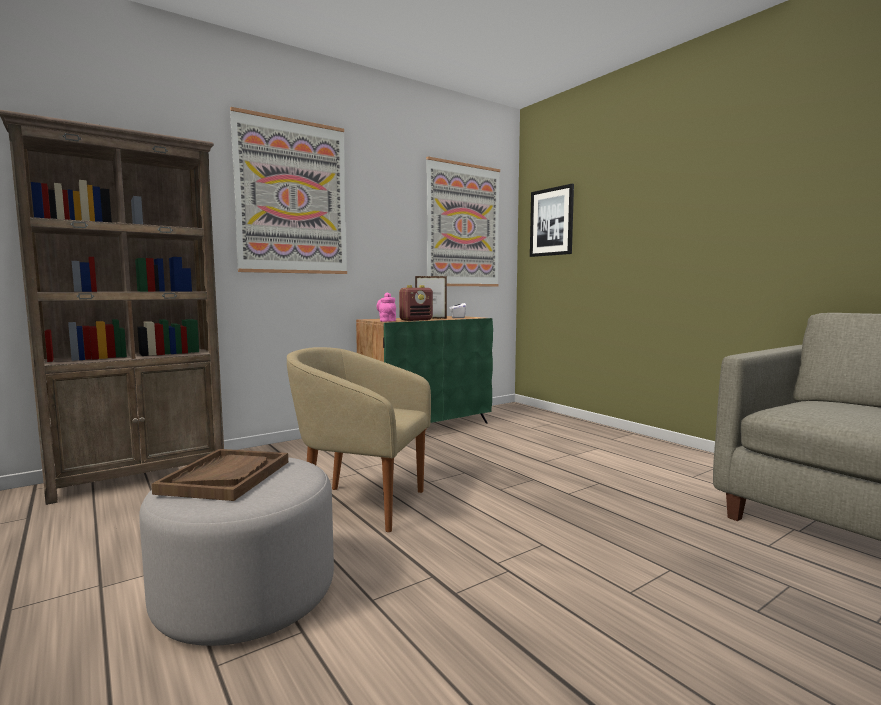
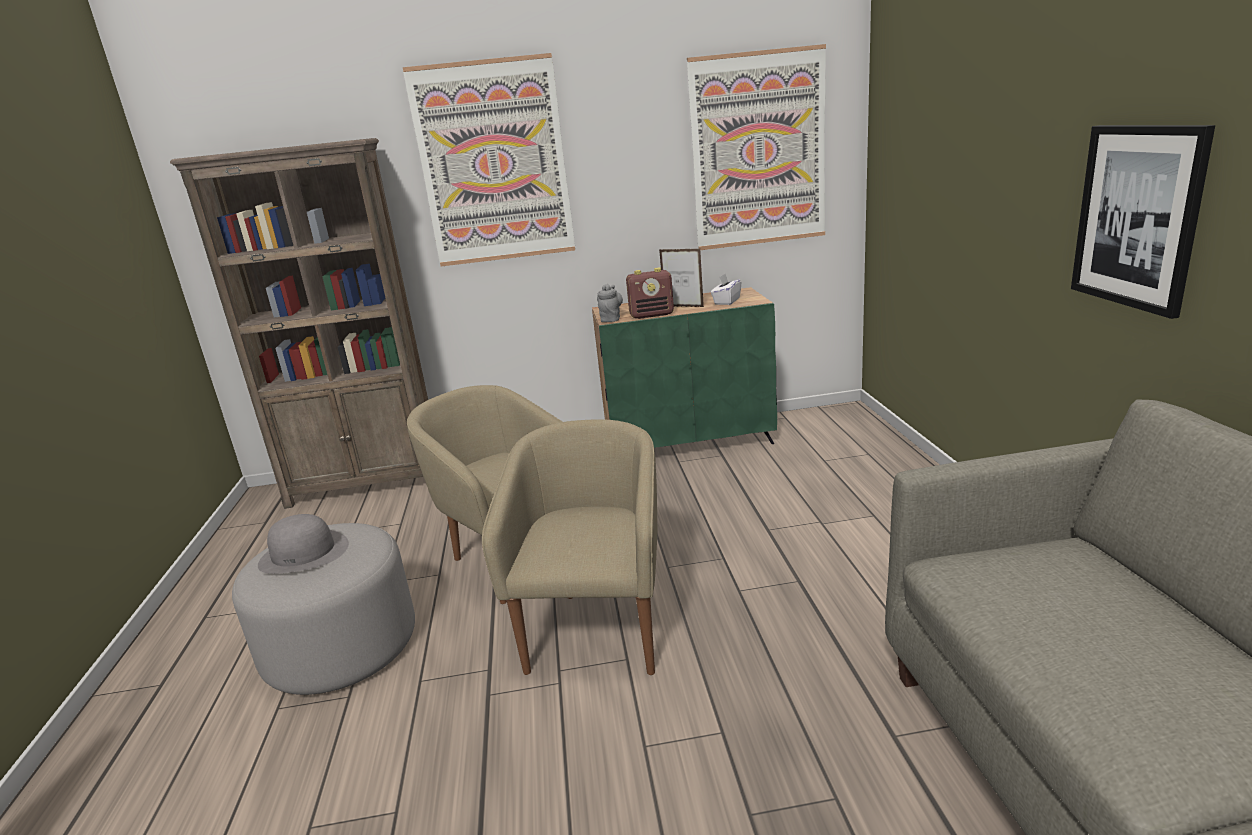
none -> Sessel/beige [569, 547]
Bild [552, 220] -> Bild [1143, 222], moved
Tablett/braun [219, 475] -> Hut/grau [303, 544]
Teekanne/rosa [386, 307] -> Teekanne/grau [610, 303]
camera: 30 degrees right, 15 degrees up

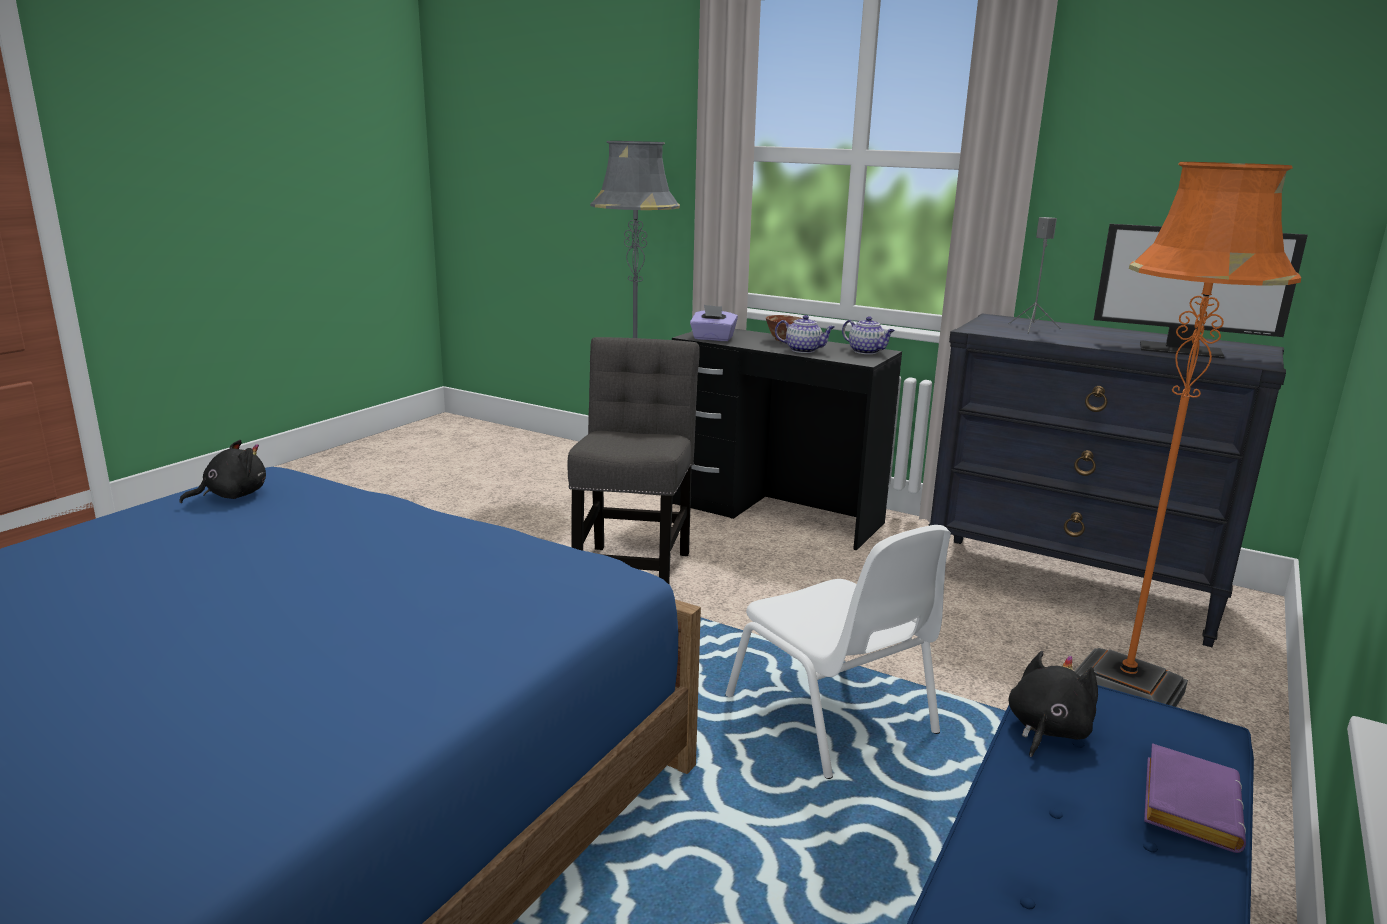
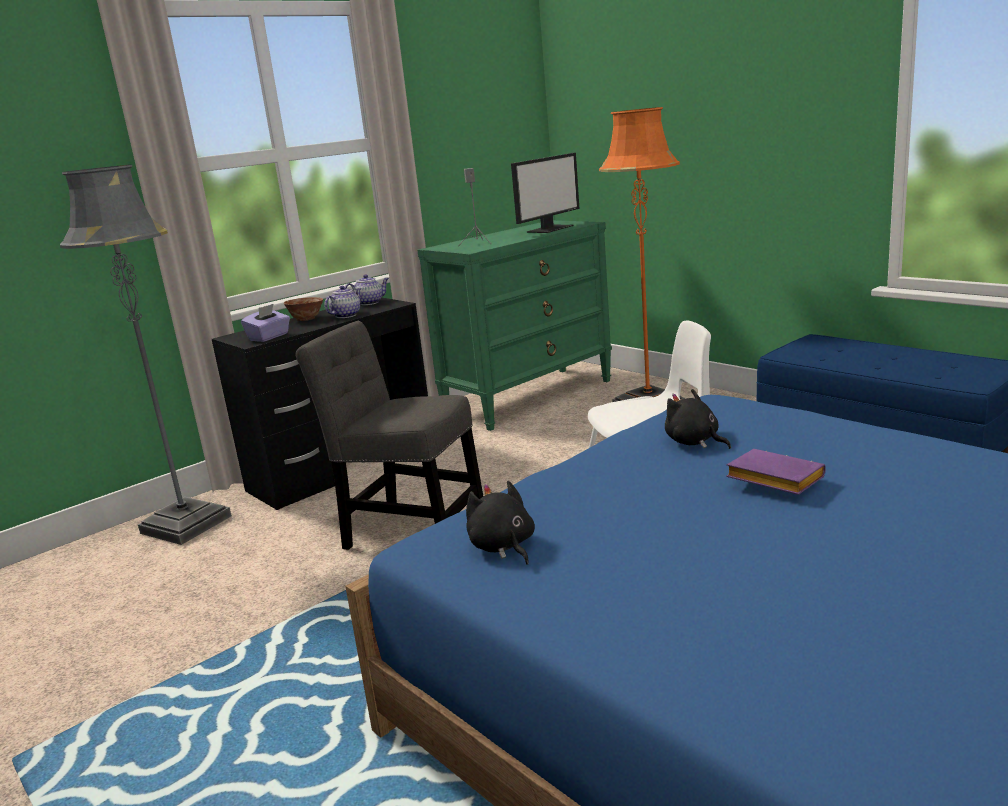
Plüschtier/schwarz [1053, 704] -> Plüschtier/schwarz [698, 419], moved
Buch/lila [1195, 798] -> Buch/lila [776, 472], moved
Kommode/schwarz [1107, 480] -> Kommode/grün [514, 325]
camera: 70 degrees left, 0 degrees up

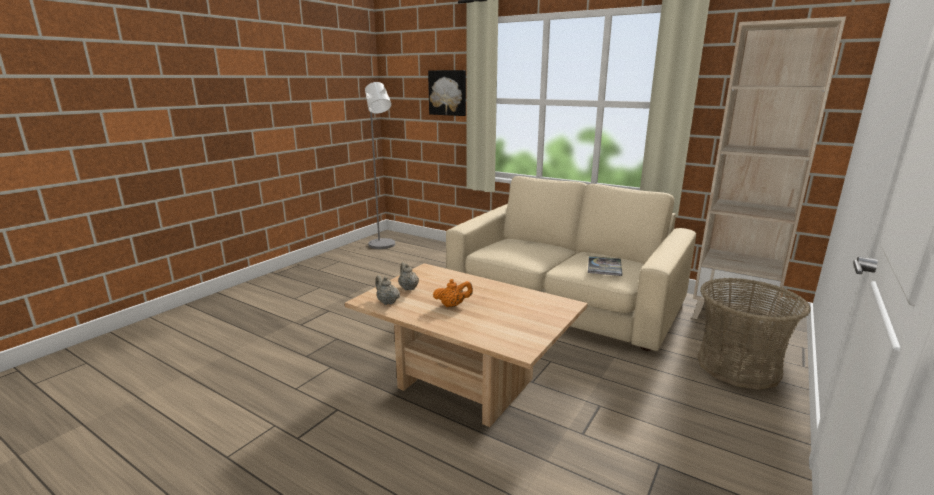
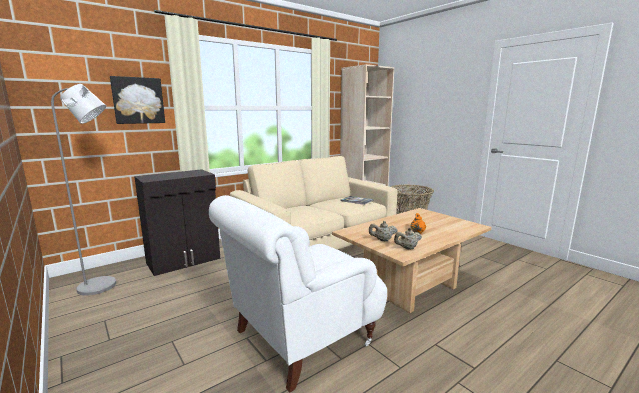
none -> Schrank/schwarz [177, 222]
none -> Sessel/weiß [298, 294]
camera: 70 degrees left, 5 degrees down

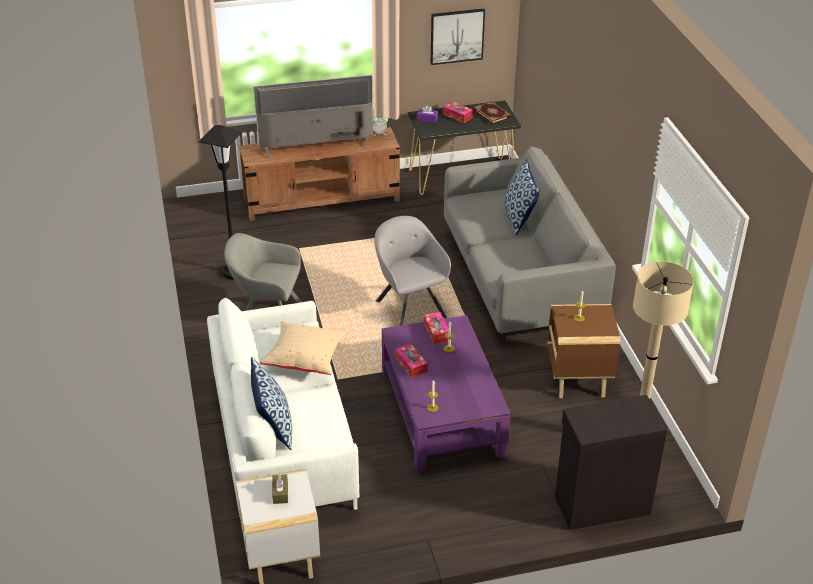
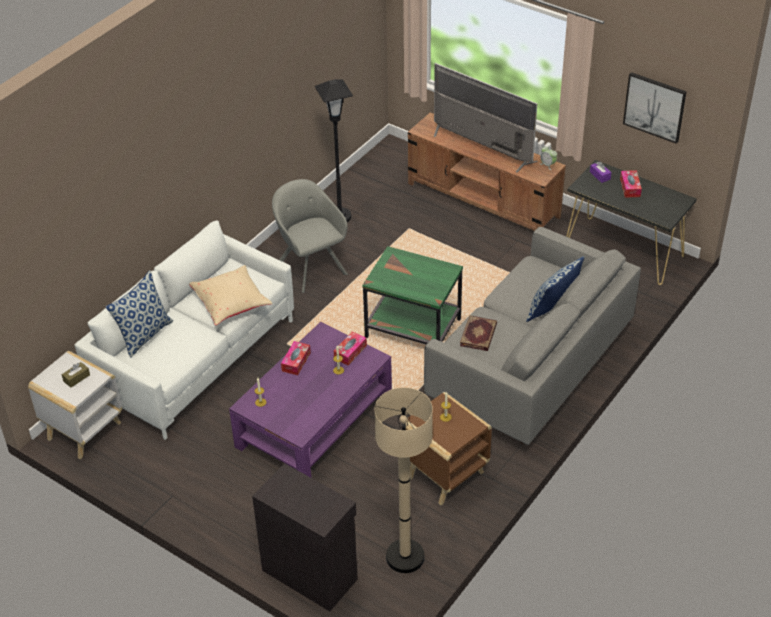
Buch [492, 113] -> Buch [478, 333], moved
Sessel/grau [413, 271] -> Beistelltisch/grün [412, 295]
camera: 50 degrees right, 5 degrees up

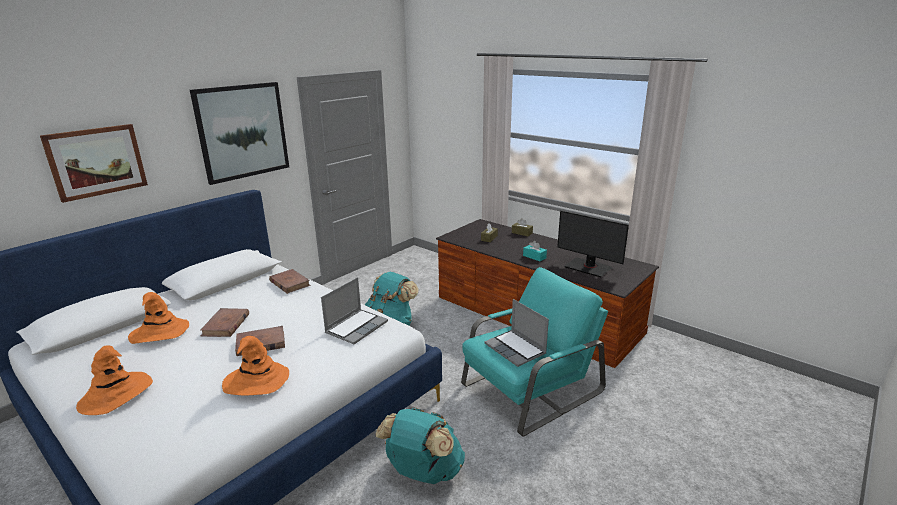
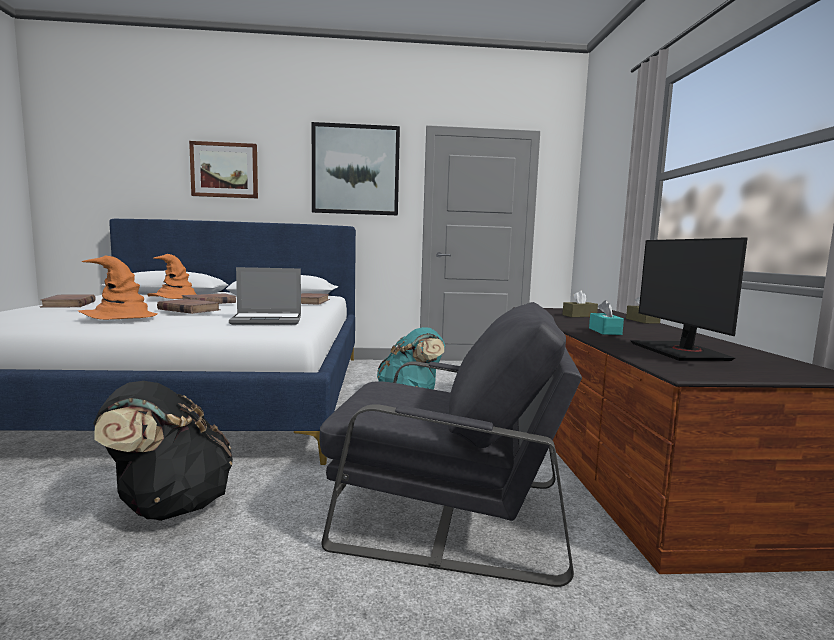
Laptop [517, 333] -> none
Hut/orange [114, 380] -> Buch/braun [68, 301]
Rucksack/türkis [420, 446] -> Rucksack/schwarz [163, 451]
Sessel/türkis [534, 352] -> Sessel/grau [450, 444]
camera: 45 degrees right, 15 degrees down

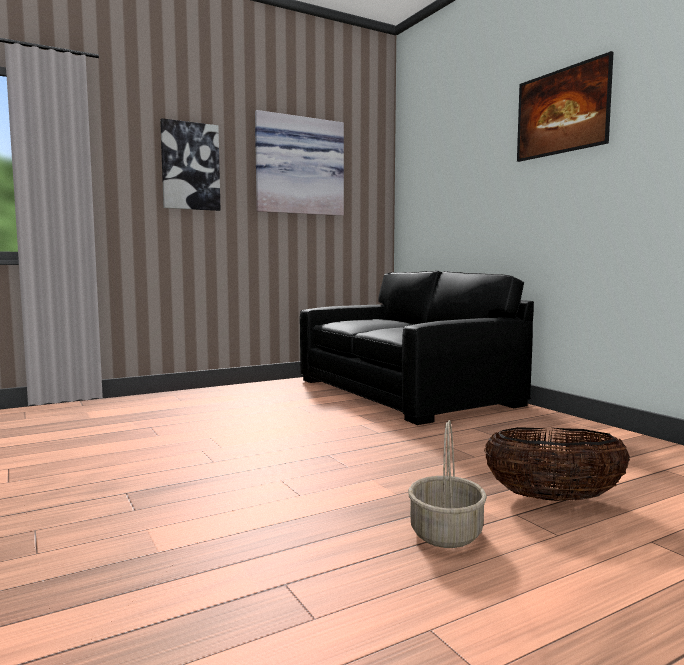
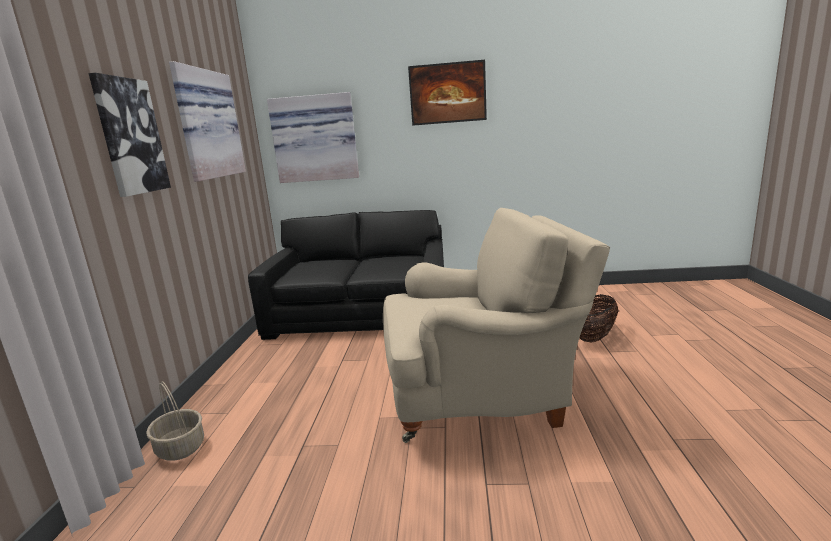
none -> Bild [313, 137]
none -> Sessel/beige [496, 325]
Korb [447, 484] -> Korb [175, 421], moved
camera: 55 degrees left, 10 degrees up

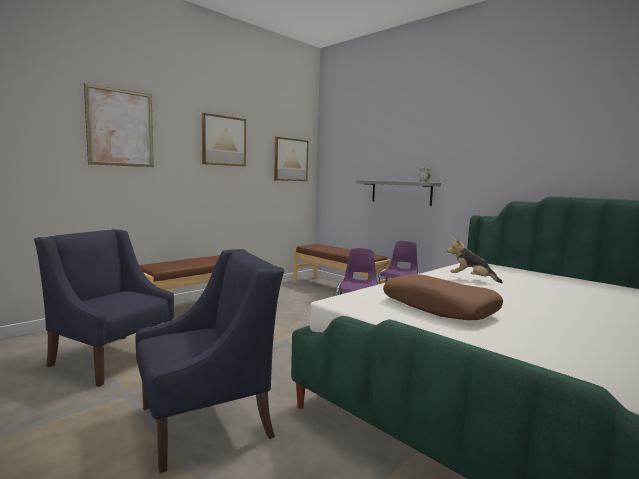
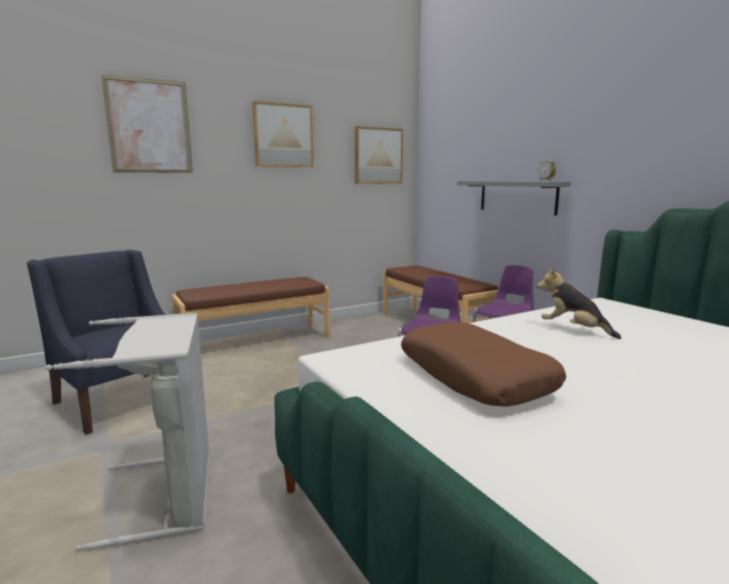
Sessel/blau [209, 361] -> Wäschekorb/grau [127, 432]
camera: 15 degrees right, 5 degrees up

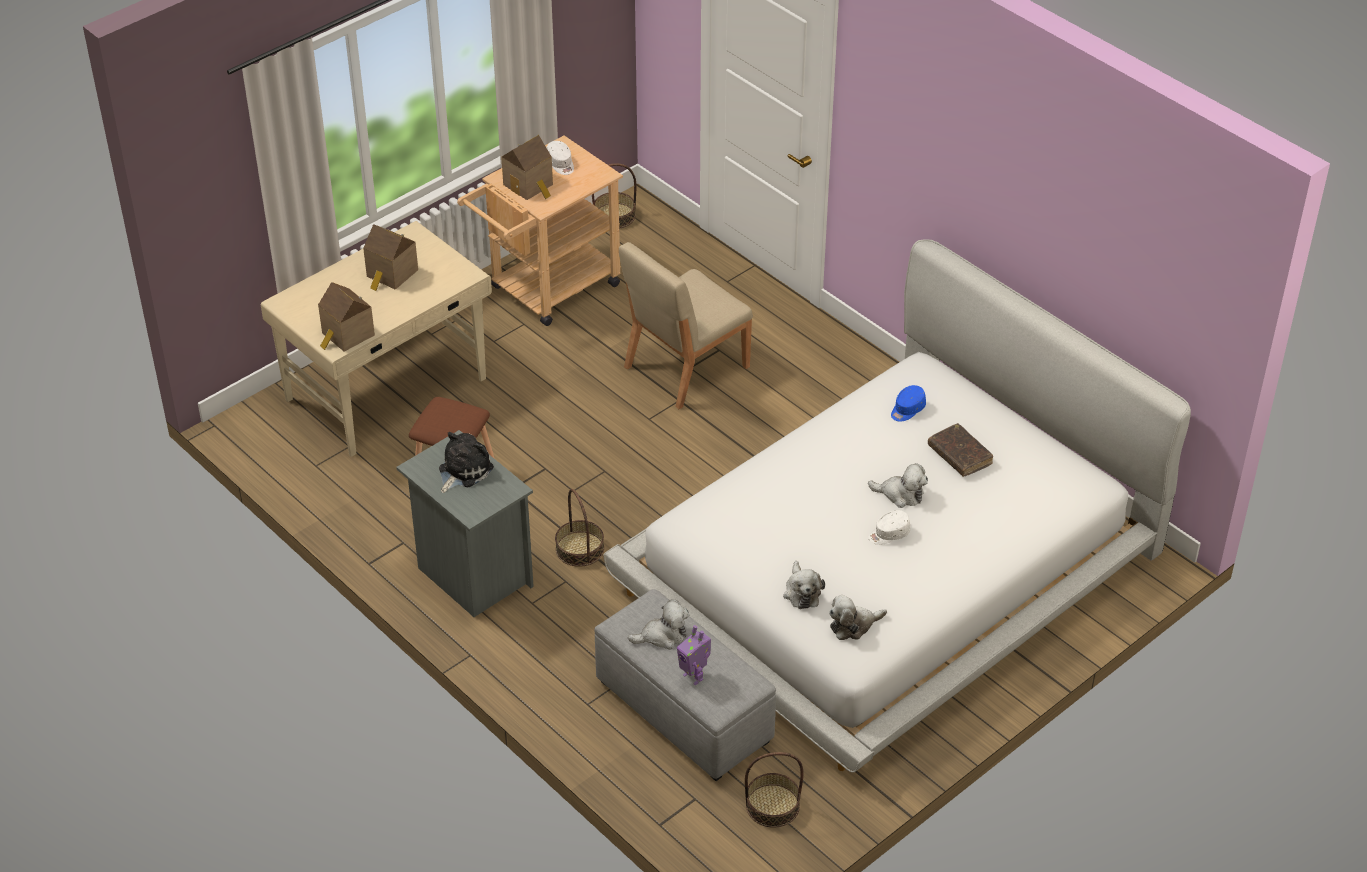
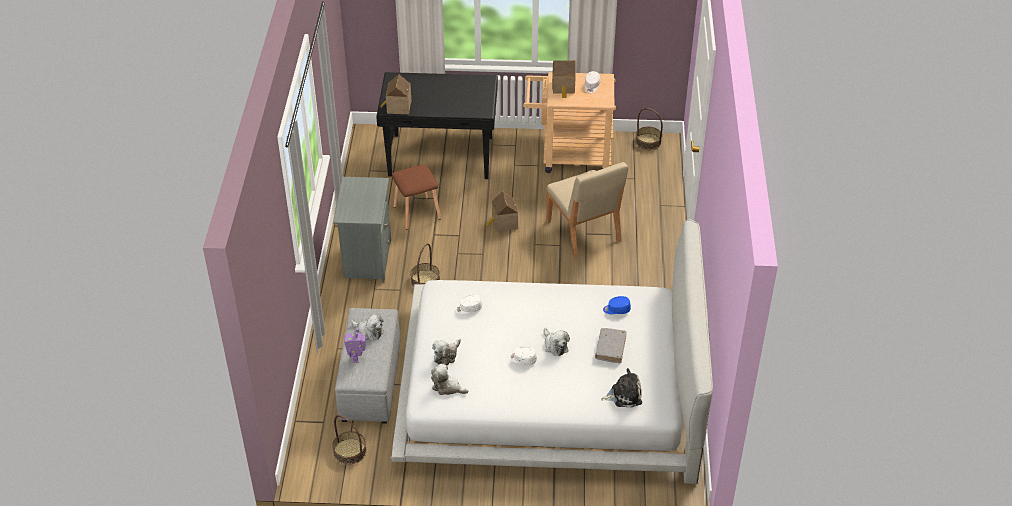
none -> Kappe/weiß [468, 304]
Spielzeughaus [390, 257] -> Spielzeughaus [502, 211], moved
Plüschtier [466, 462] -> Plüschtier [621, 388], moved
Schreibtisch/beige [376, 339] -> Schreibtisch/schwarz [437, 125]
Buch/braun [960, 450] -> Buch/grau [610, 345]
Stuhl/beige [686, 325] -> Stuhl/beige [587, 210], 120 degrees counterclockwise
camera: 45 degrees right, 0 degrees up

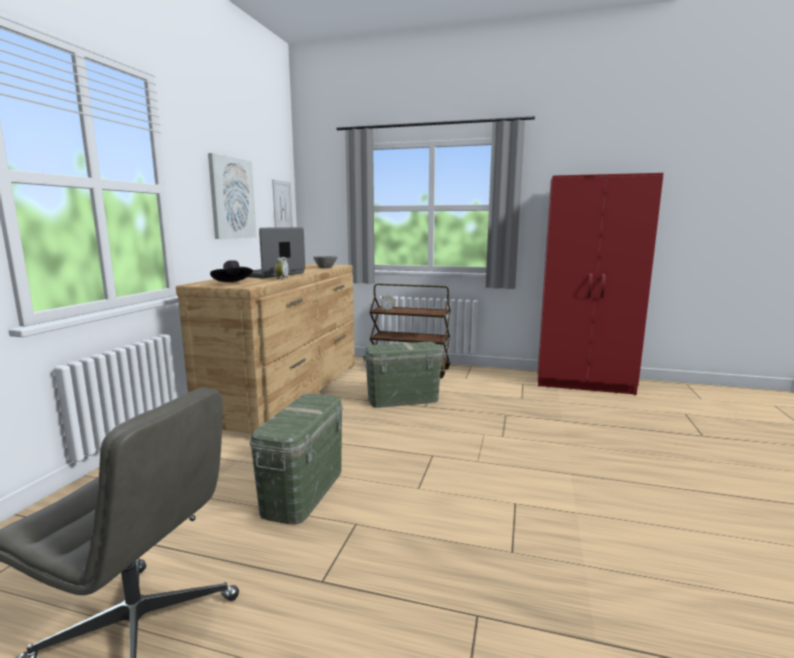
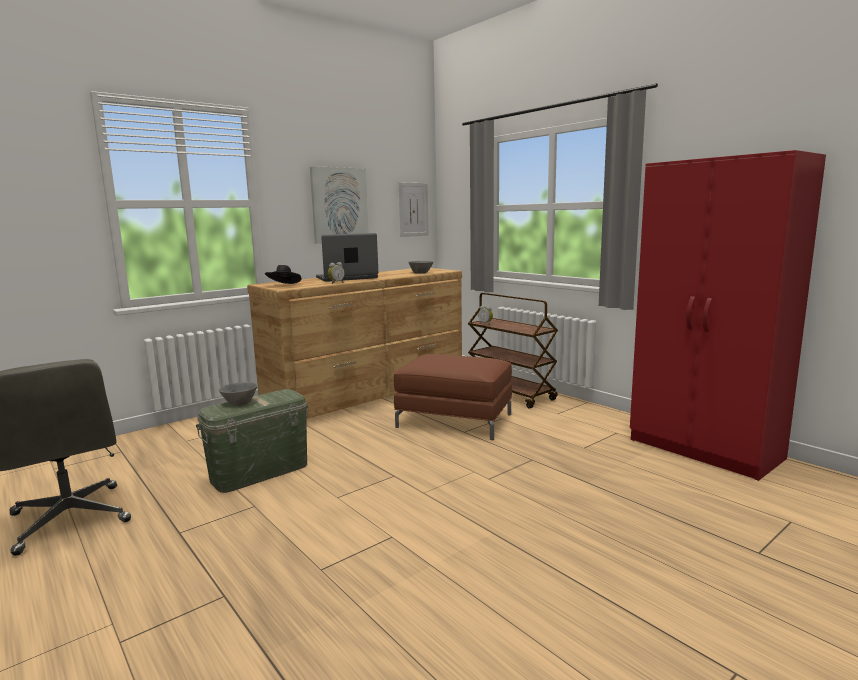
none -> Schüssel/grau [238, 394]
Aufbewahrungsbox/grün [403, 375] -> Polsterhocker/braun [453, 397]
camera: 35 degrees right, 0 degrees up

